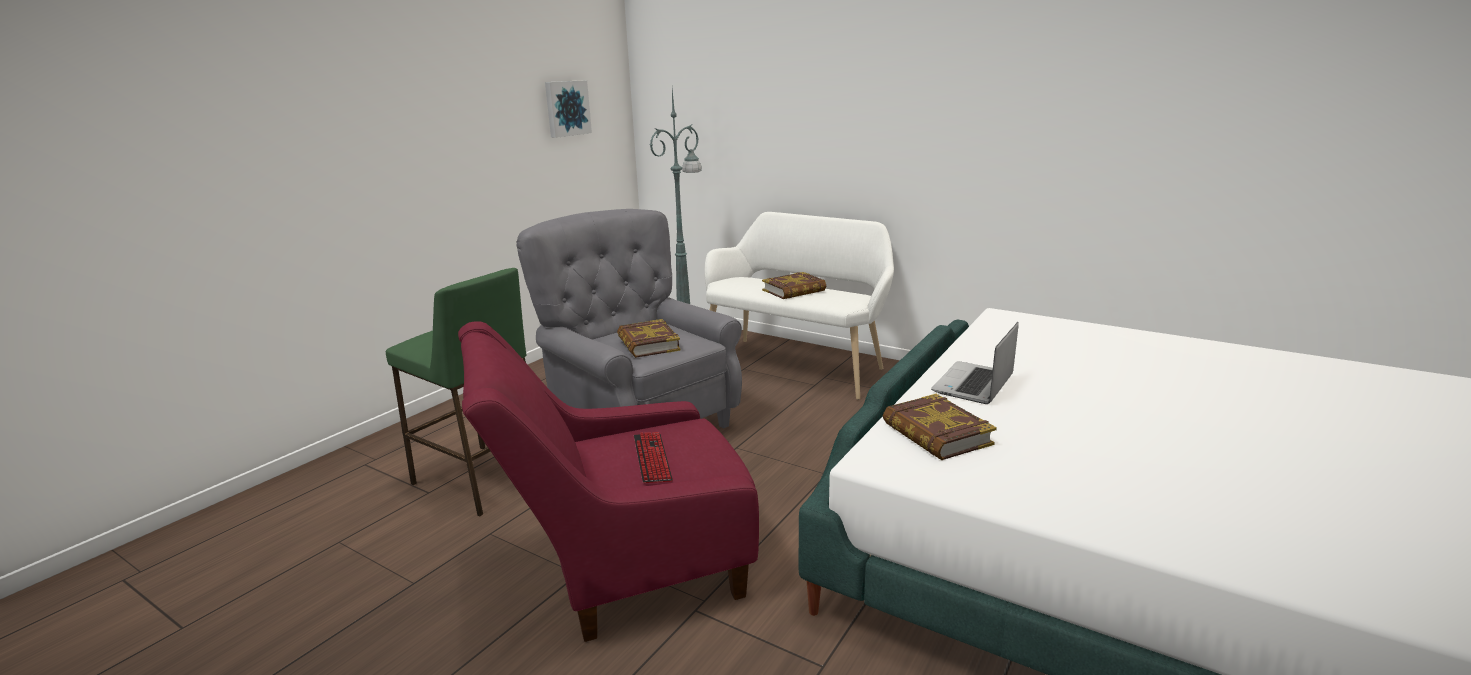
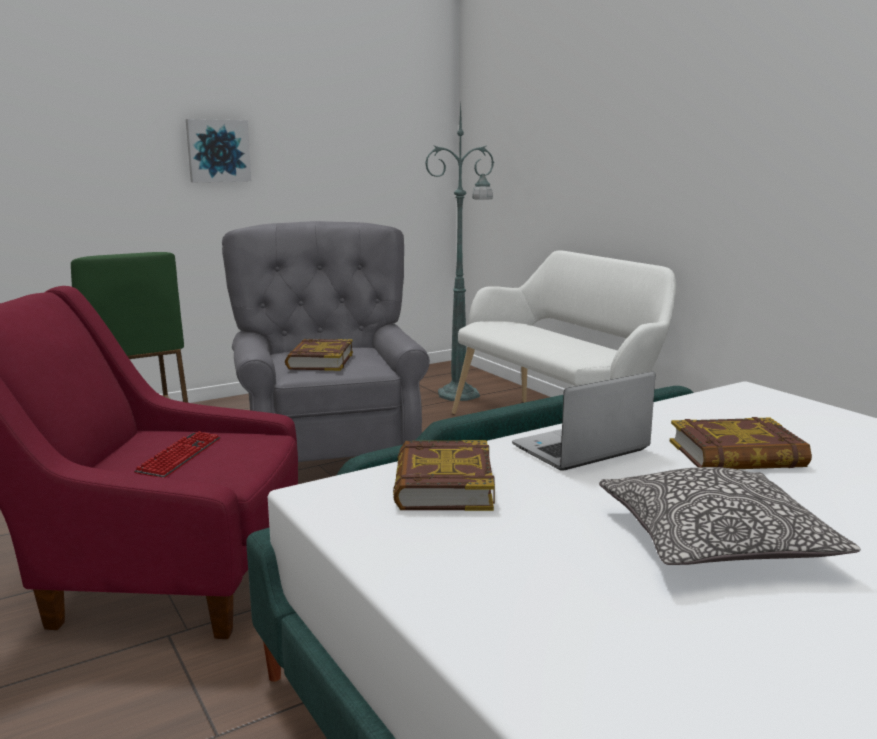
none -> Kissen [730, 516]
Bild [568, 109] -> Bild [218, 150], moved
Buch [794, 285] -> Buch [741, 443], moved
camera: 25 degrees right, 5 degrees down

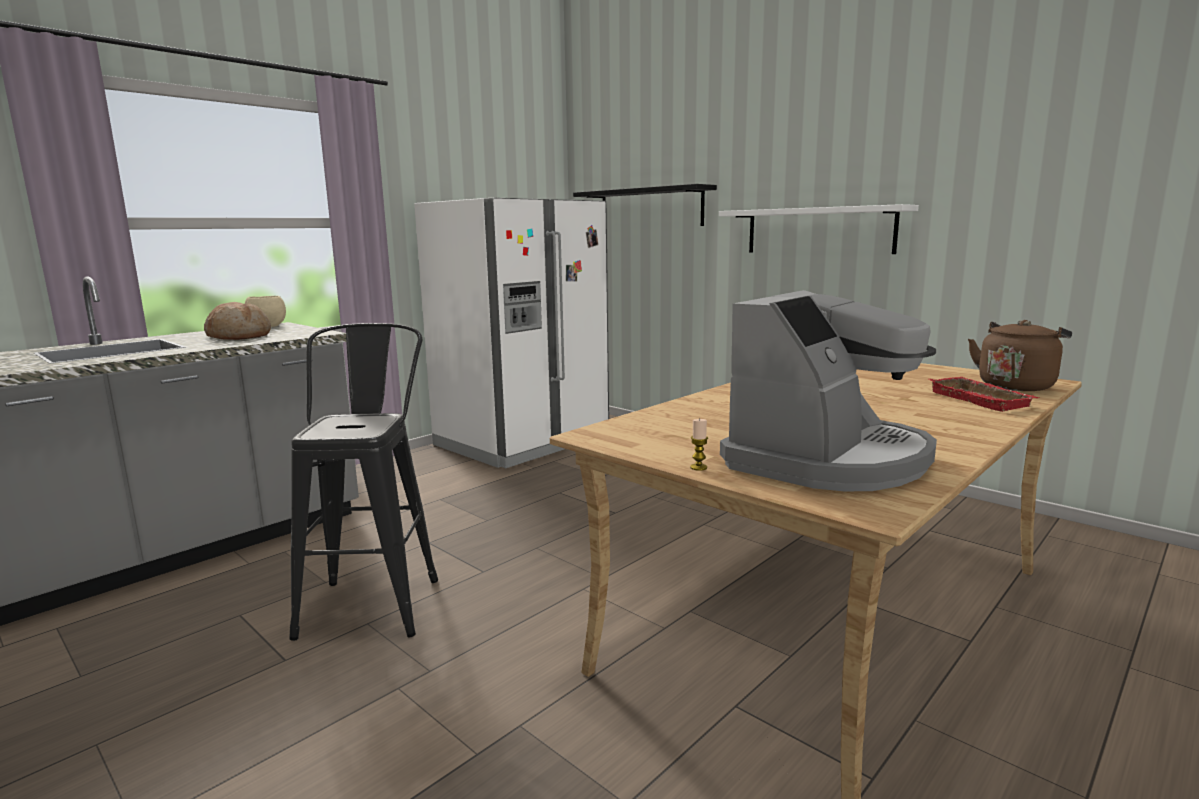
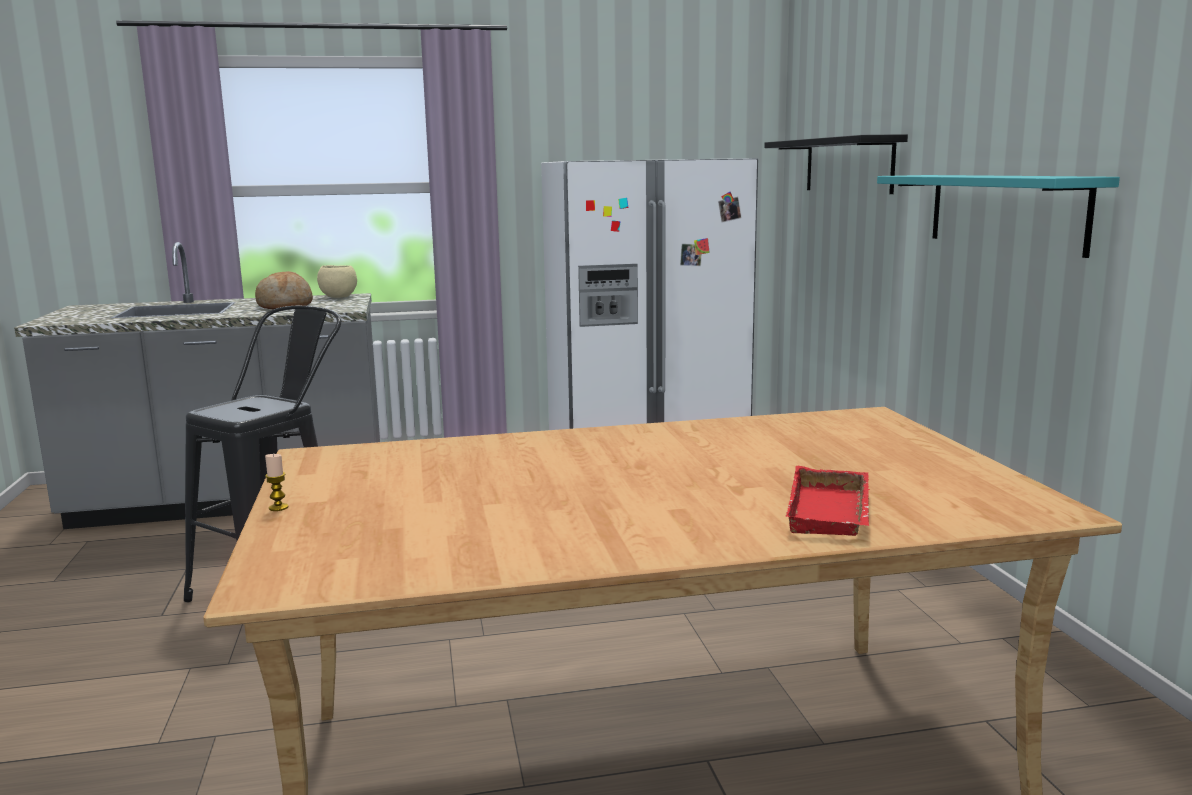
Kaffeemaschine [828, 390] -> none
Wasserkessel/braun [1020, 355] -> none
Wandregal/weiß [819, 229] -> Wandregal/türkis [998, 216]
camera: 35 degrees right, 0 degrees up

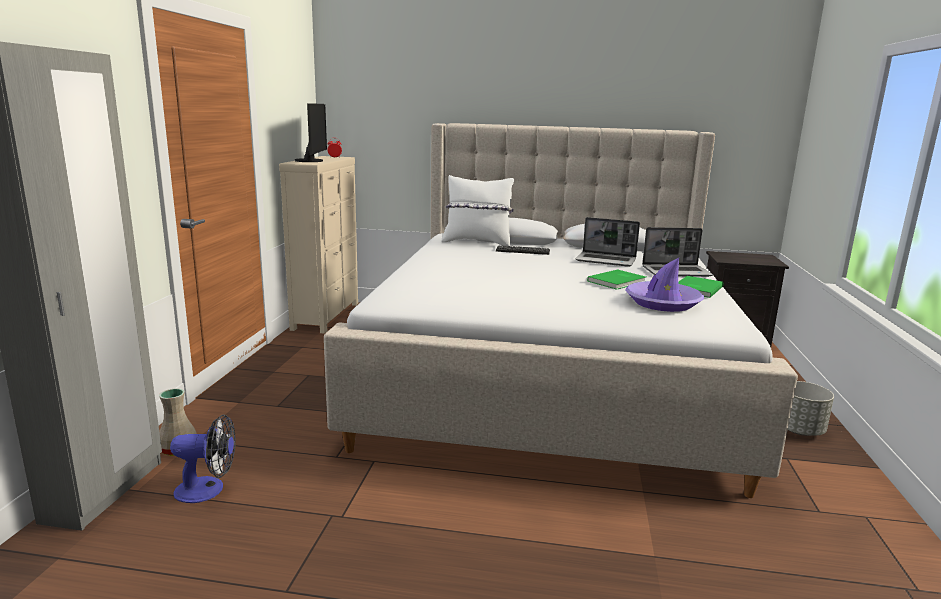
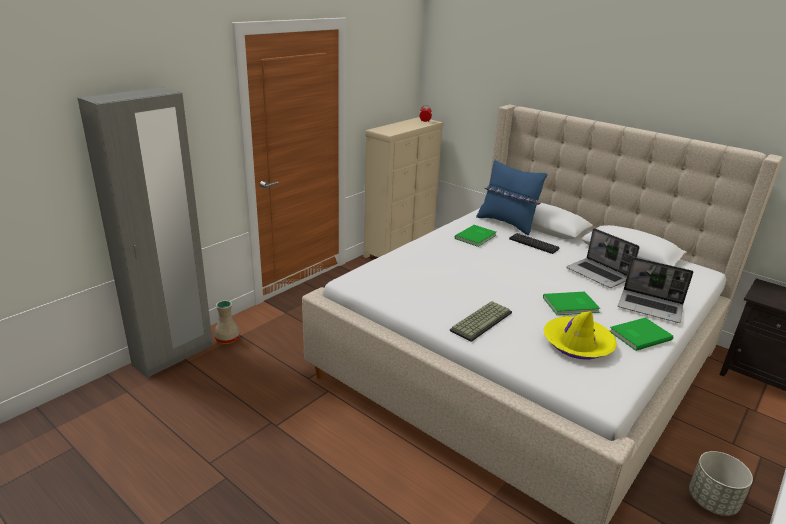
Ventilator [203, 458] -> none
Monitor [311, 132] -> none
none -> Tastatur [481, 321]
none -> Buch/grün [475, 236]
Kissen/weiß [478, 210] -> Kissen/blau [512, 197]
Hut/lila [664, 285] -> Hut/gelb [580, 335]
camera: 30 degrees right, 10 degrees up

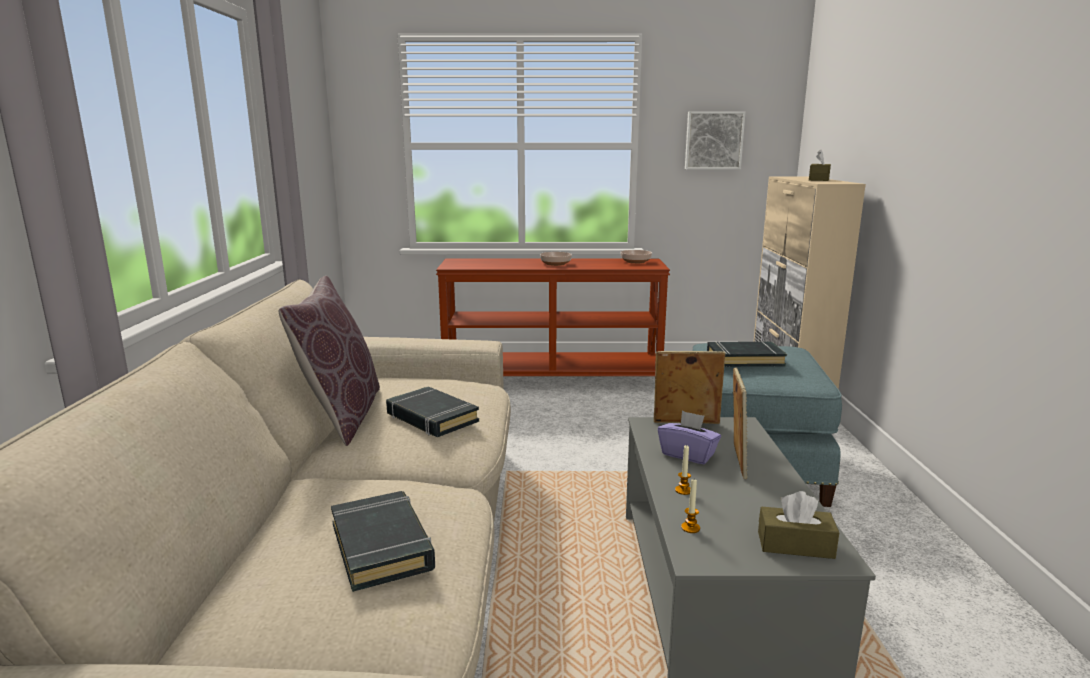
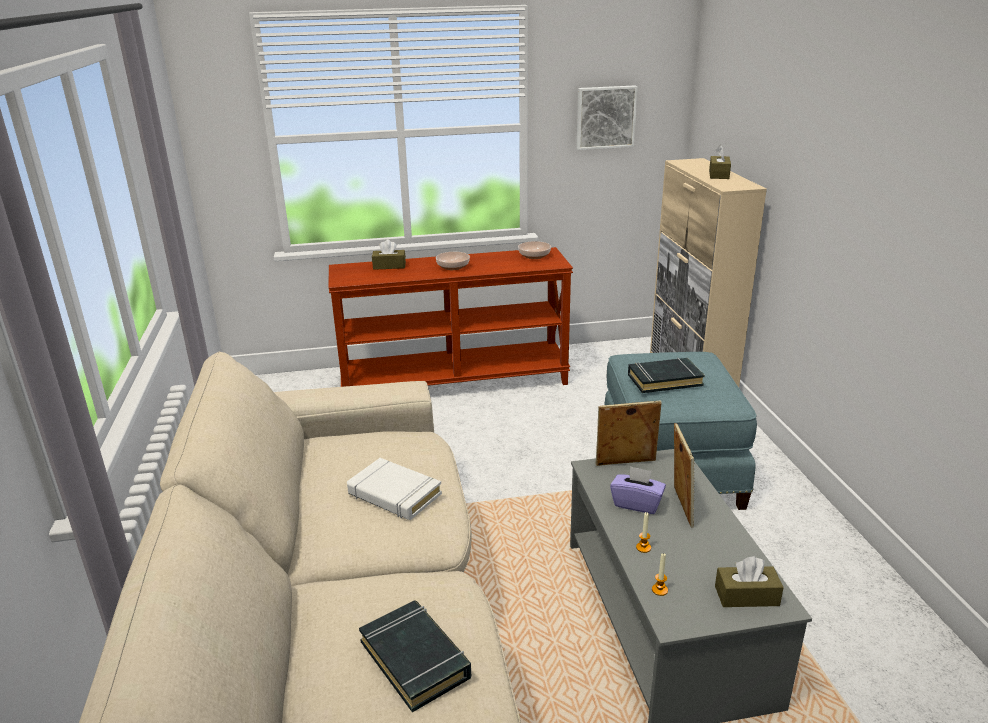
Kissen/braun [329, 361] -> none
none -> Taschentuchbox/braun [389, 255]
Buch/schwarz [432, 411] -> Buch/weiß [394, 489]
camera: 10 degrees left, 10 degrees up

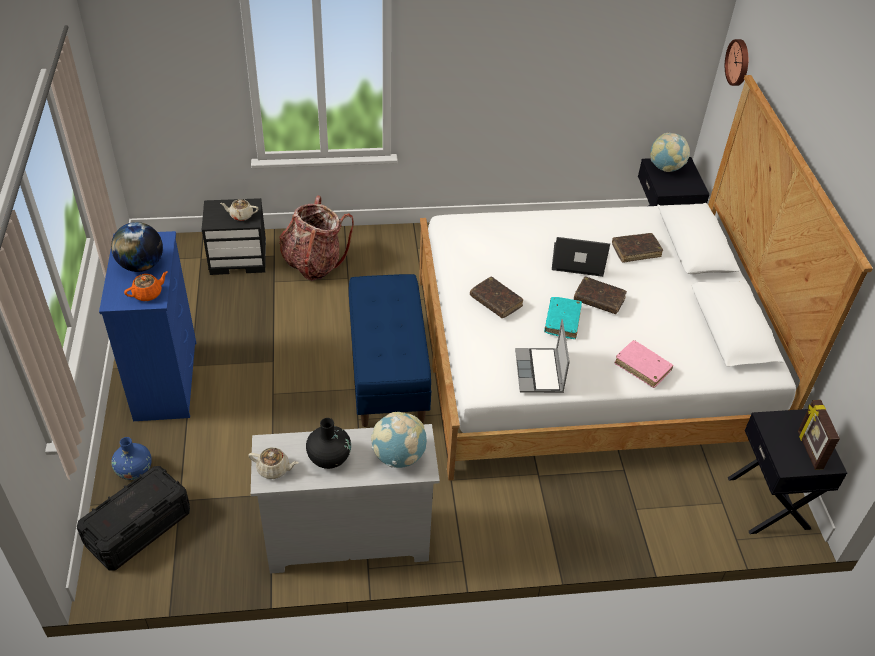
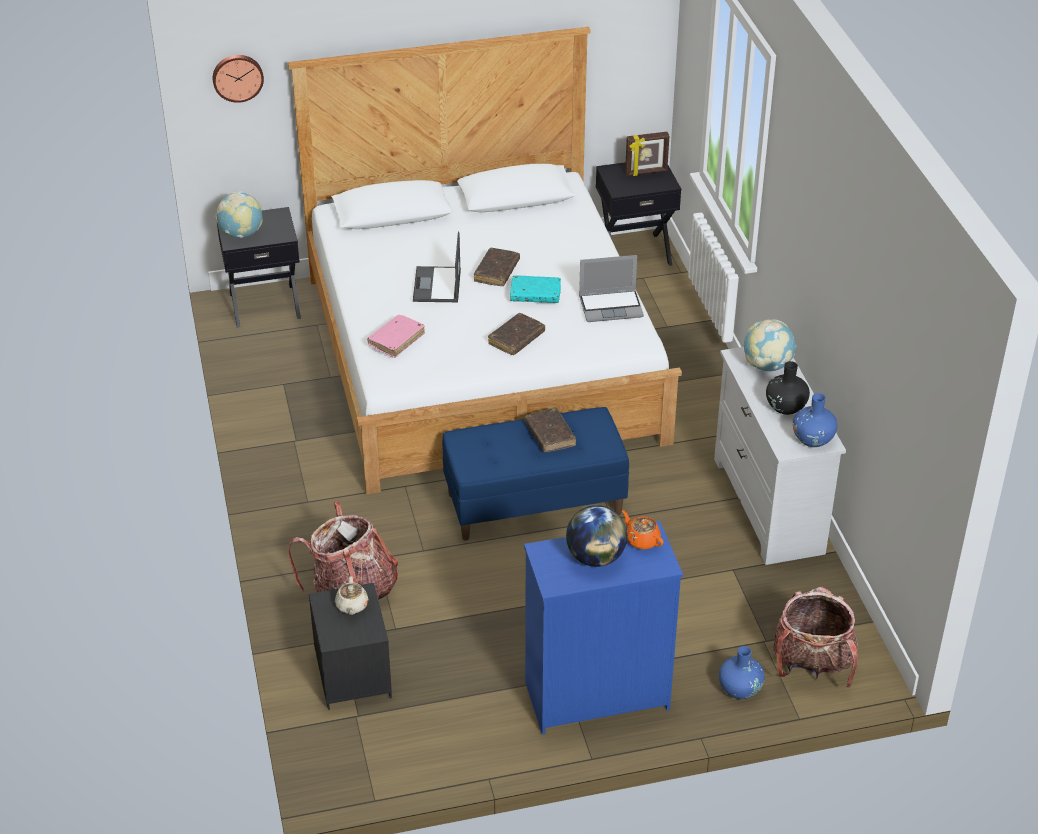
Buch/braun [637, 248] -> Buch/braun [550, 429], moved
Buch/rosa [644, 364] -> Buch/rosa [396, 336], moved
Aufbewahrungsbox/schwarz [133, 518] -> Rucksack [815, 637]
Teekanne/beige [274, 463] -> Vase/blau [815, 420]
camera: 95 degrees left, 5 degrees down

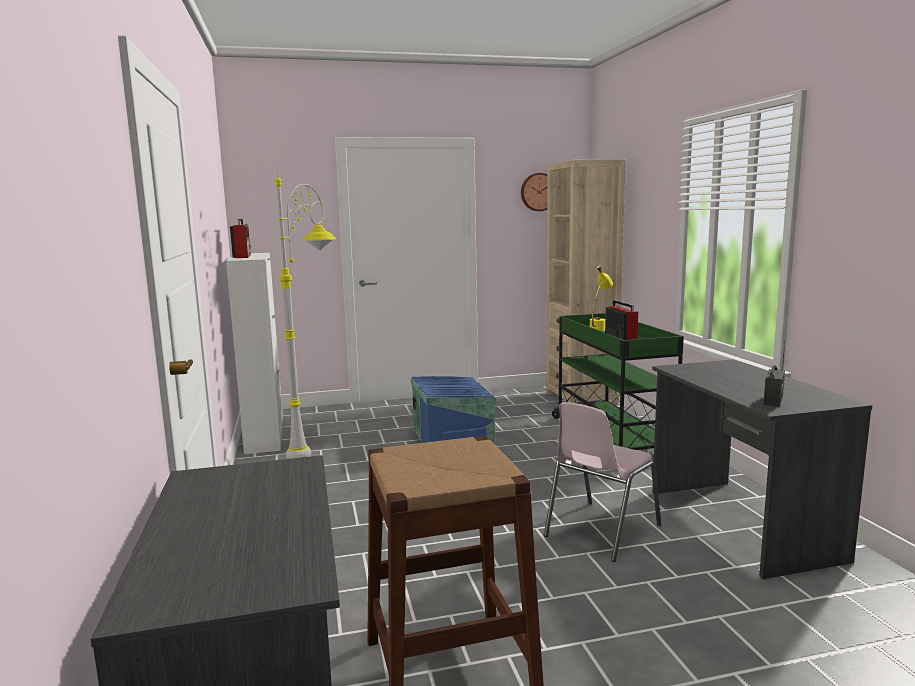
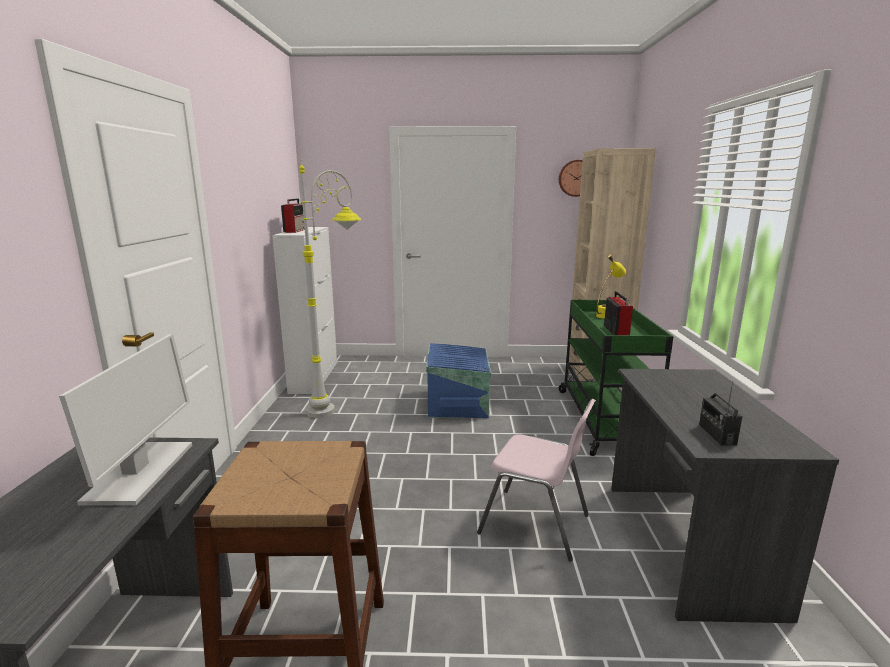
none -> Monitor [125, 420]
Stuhl/rosa [602, 482] -> Stuhl/rosa [536, 480], 120 degrees counterclockwise
Radio [774, 374] -> Radio [721, 413], 135 degrees clockwise
camera: 15 degrees right, 5 degrees up

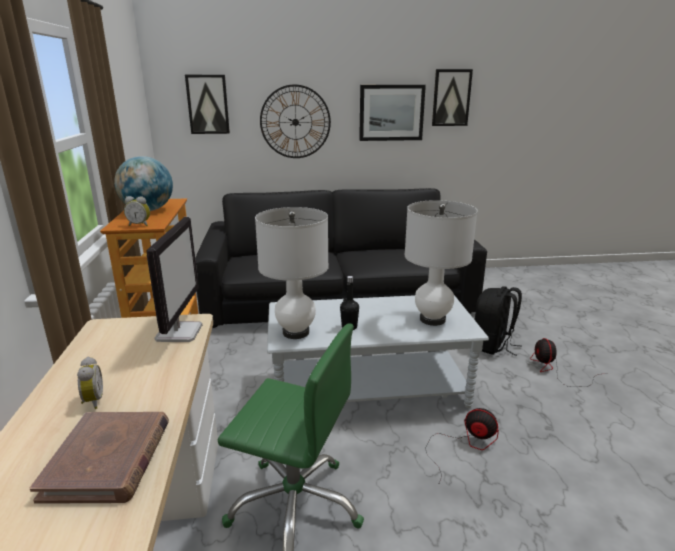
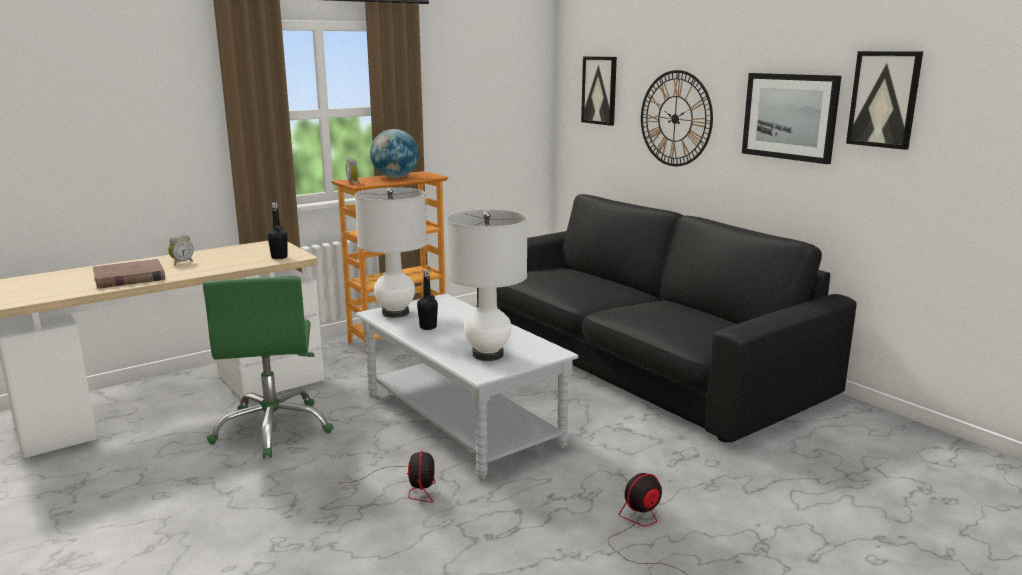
Rucksack/schwarz [498, 321] -> none
Monitor [174, 279] -> Flasche/schwarz [277, 231]
camera: 60 degrees right, 5 degrees down

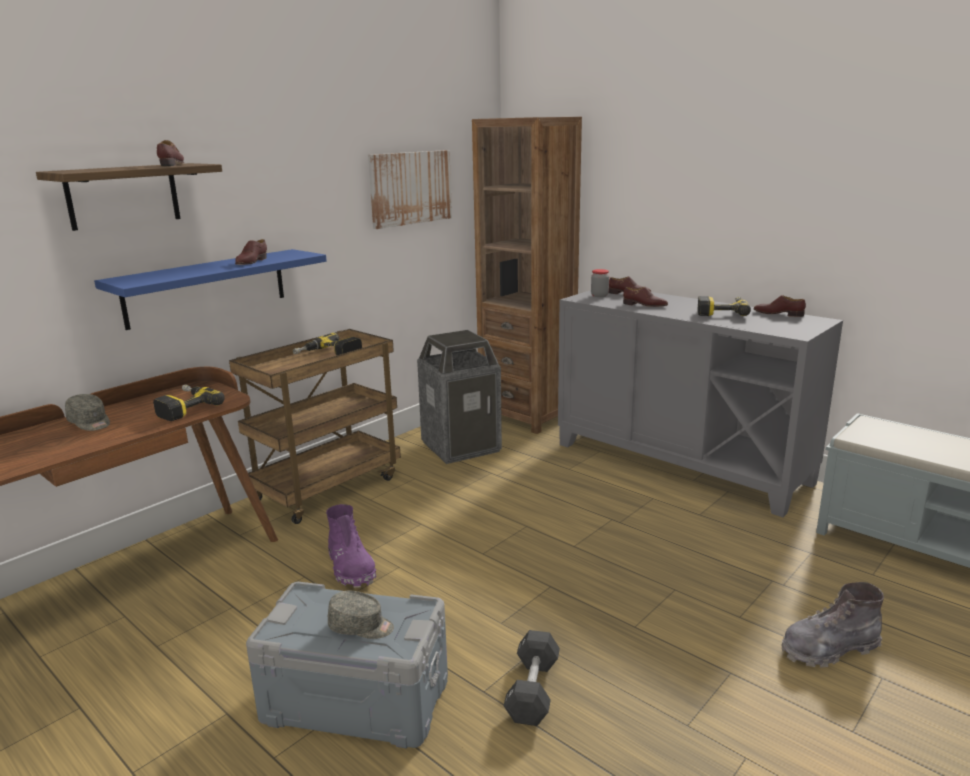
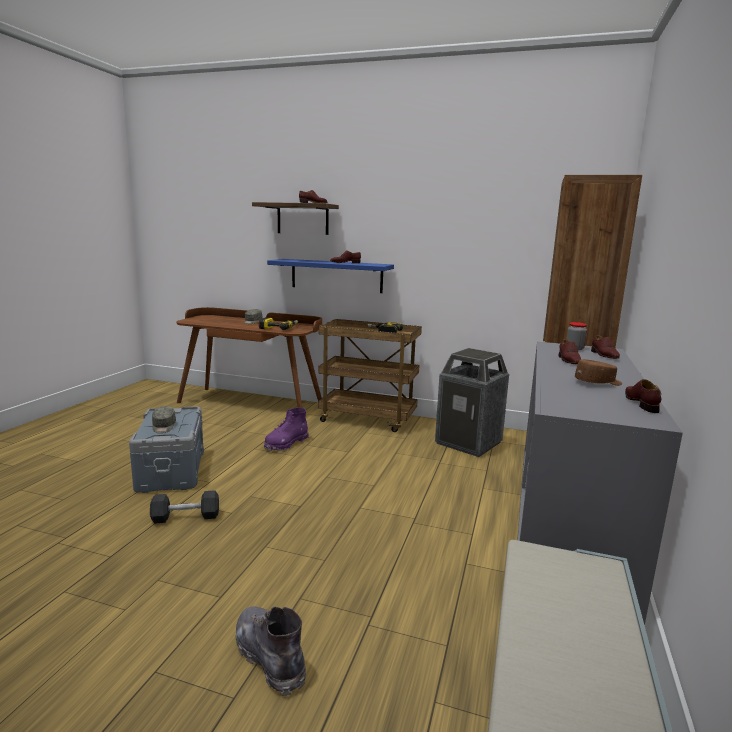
Bild [410, 189] -> none
Bohrmaschine [724, 306] -> Kappe/braun [598, 372]
camera: 65 degrees right, 5 degrees down

